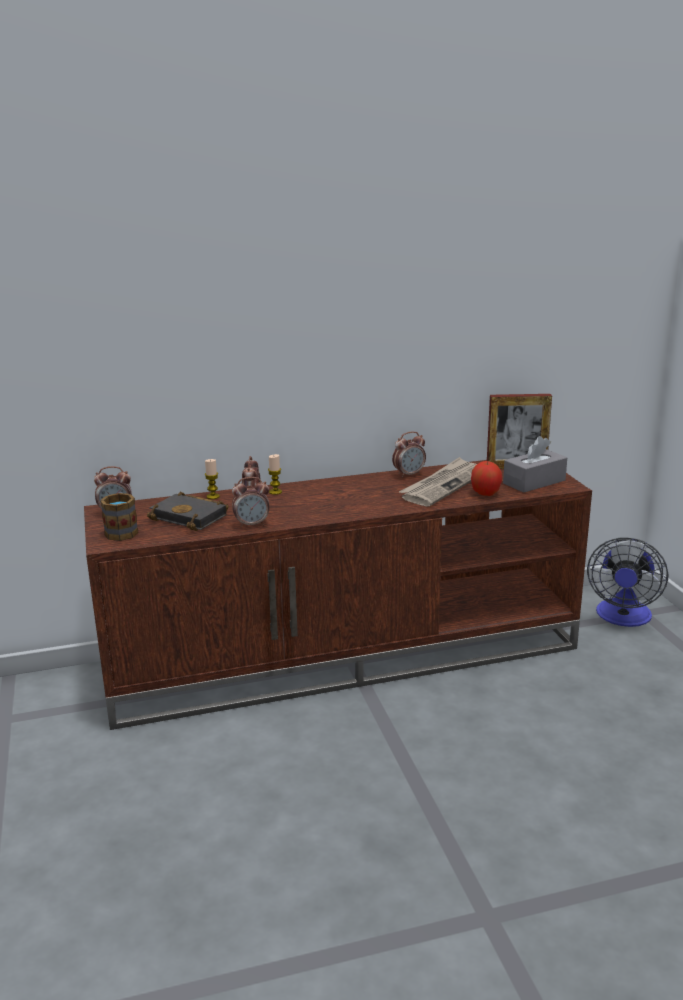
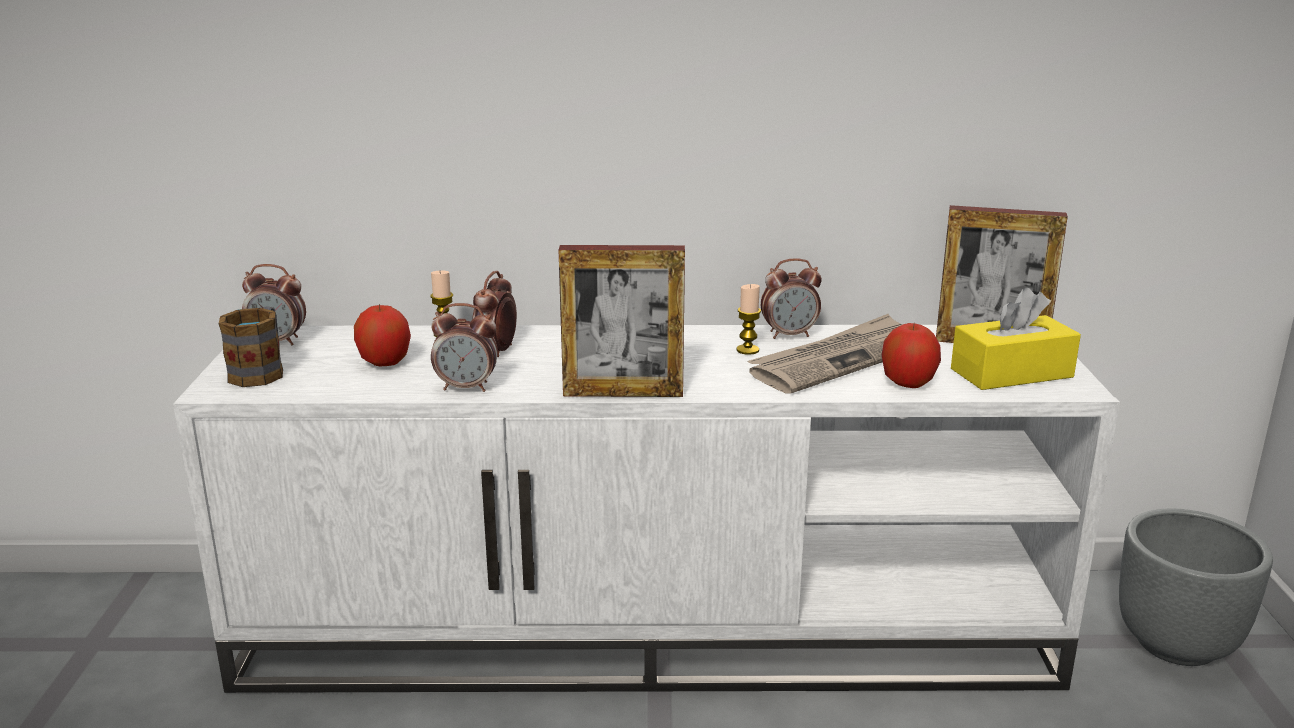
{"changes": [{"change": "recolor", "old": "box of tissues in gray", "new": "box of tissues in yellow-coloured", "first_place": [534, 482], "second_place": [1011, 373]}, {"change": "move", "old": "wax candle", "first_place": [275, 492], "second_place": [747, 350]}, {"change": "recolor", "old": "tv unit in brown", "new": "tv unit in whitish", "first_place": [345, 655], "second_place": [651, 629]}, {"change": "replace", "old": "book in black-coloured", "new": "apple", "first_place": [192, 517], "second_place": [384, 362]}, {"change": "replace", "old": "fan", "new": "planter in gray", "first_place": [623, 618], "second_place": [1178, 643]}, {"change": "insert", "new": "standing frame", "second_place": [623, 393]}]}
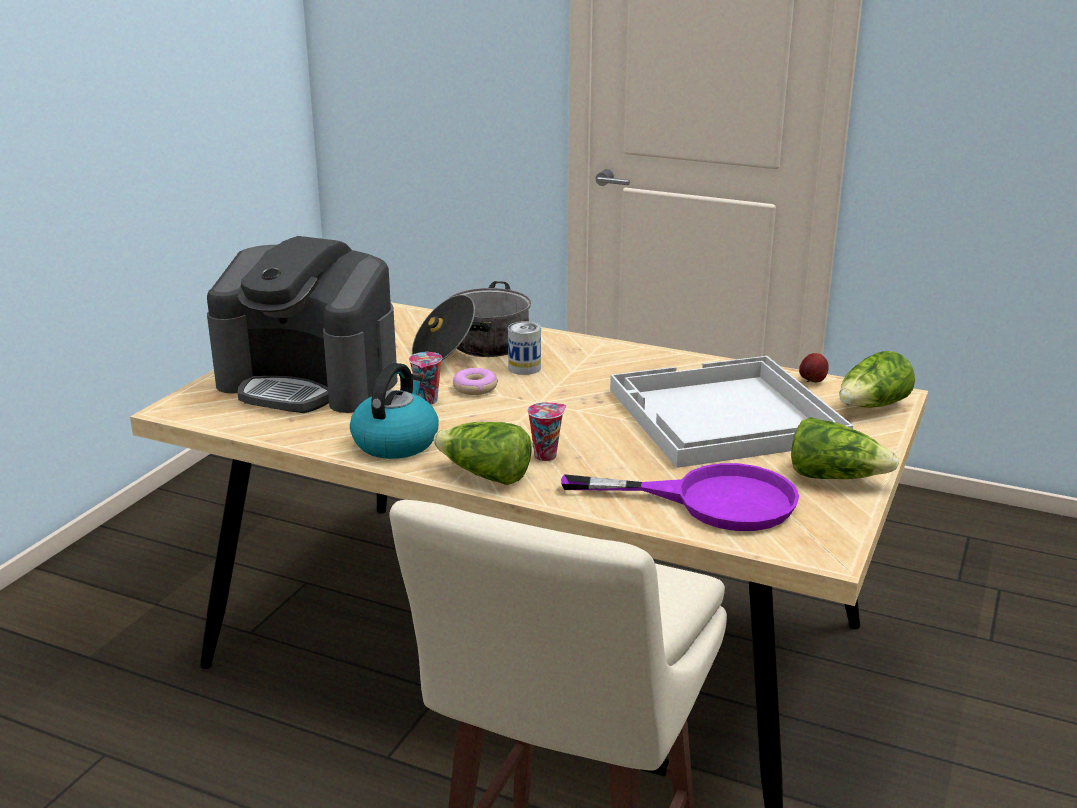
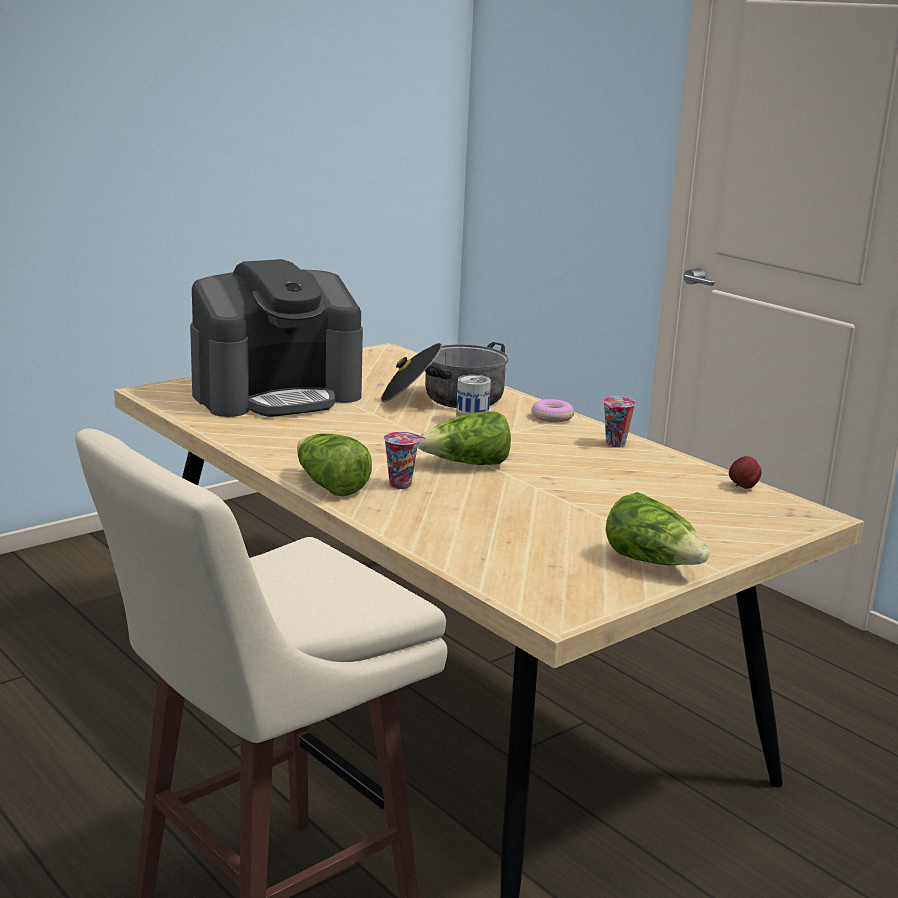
{"changes": [{"change": "rotate", "old": "coffee maker", "first_place": [310, 382], "second_place": [277, 394], "degrees": -75}, {"change": "move", "old": "lettuce head", "first_place": [872, 407], "second_place": [467, 464]}, {"change": "move", "old": "drinking cup", "first_place": [427, 401], "second_place": [615, 444]}, {"change": "delete", "old": "tray in whitish", "first_place": [724, 416]}, {"change": "delete", "old": "kettle", "first_place": [396, 442]}, {"change": "move", "old": "ring doughnut", "first_place": [475, 388], "second_place": [552, 417]}, {"change": "delete", "old": "frying pan in purple-coloured", "first_place": [711, 500]}]}
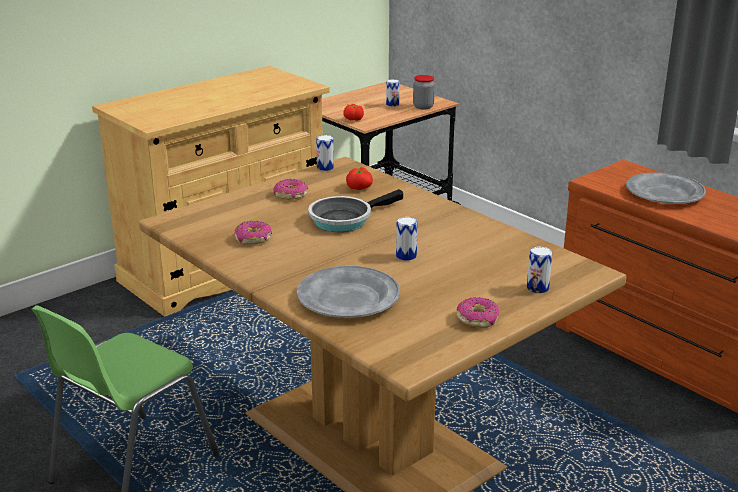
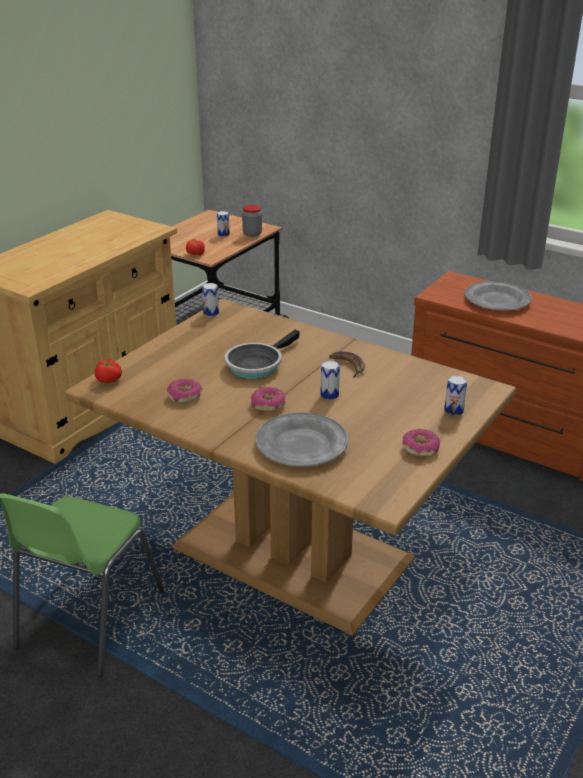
{"changes": [{"change": "move", "old": "whole tomato", "first_place": [360, 187], "second_place": [109, 379]}, {"change": "move", "old": "ring doughnut", "first_place": [291, 195], "second_place": [268, 404]}, {"change": "insert", "new": "banana fruit", "second_place": [347, 366]}]}
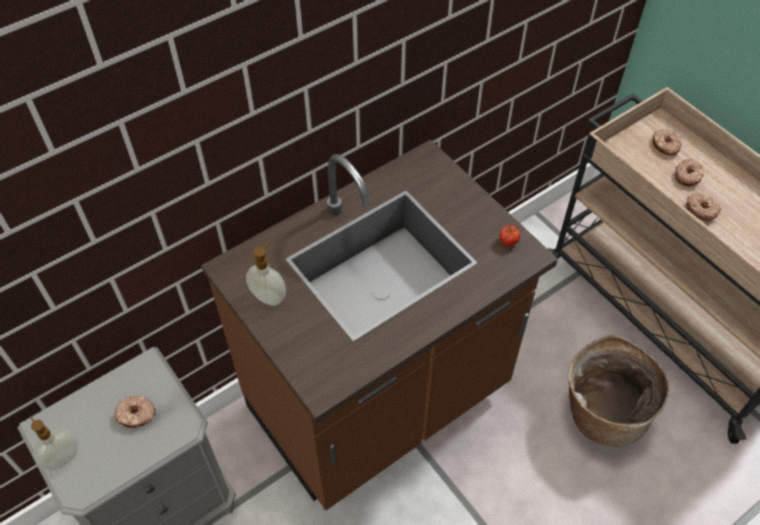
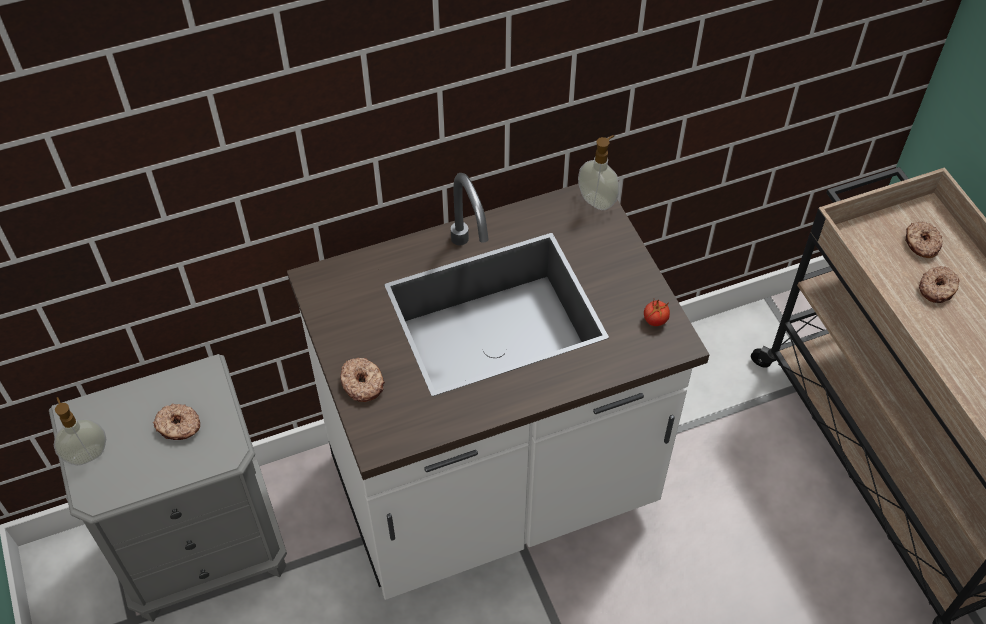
{"changes": [{"change": "recolor", "old": "counter in brown", "new": "counter in whitish", "first_place": [379, 402], "second_place": [493, 490]}, {"change": "move", "old": "ring doughnut", "first_place": [701, 210], "second_place": [363, 383]}, {"change": "move", "old": "soap bottle", "first_place": [269, 296], "second_place": [597, 200]}, {"change": "delete", "old": "household basket", "first_place": [602, 412]}]}
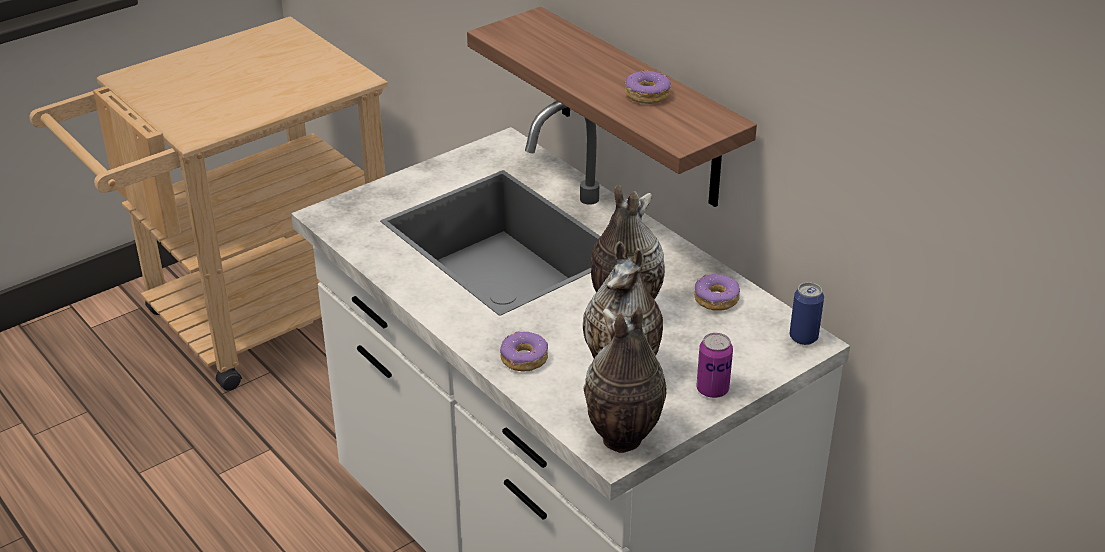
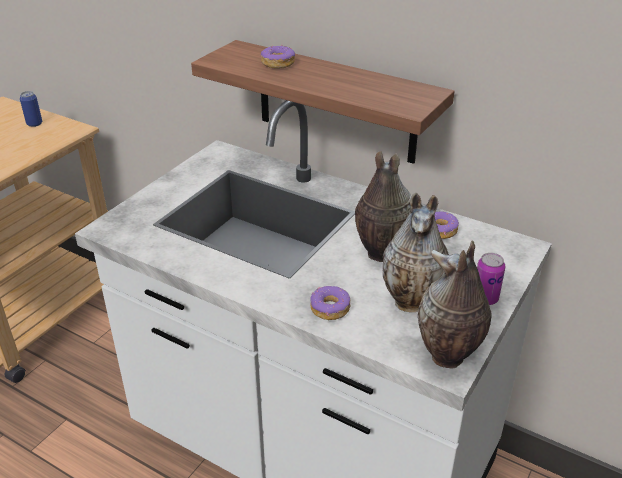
{"changes": [{"change": "move", "old": "ring doughnut", "first_place": [646, 95], "second_place": [277, 63]}, {"change": "move", "old": "sealed can", "first_place": [803, 337], "second_place": [34, 124]}]}
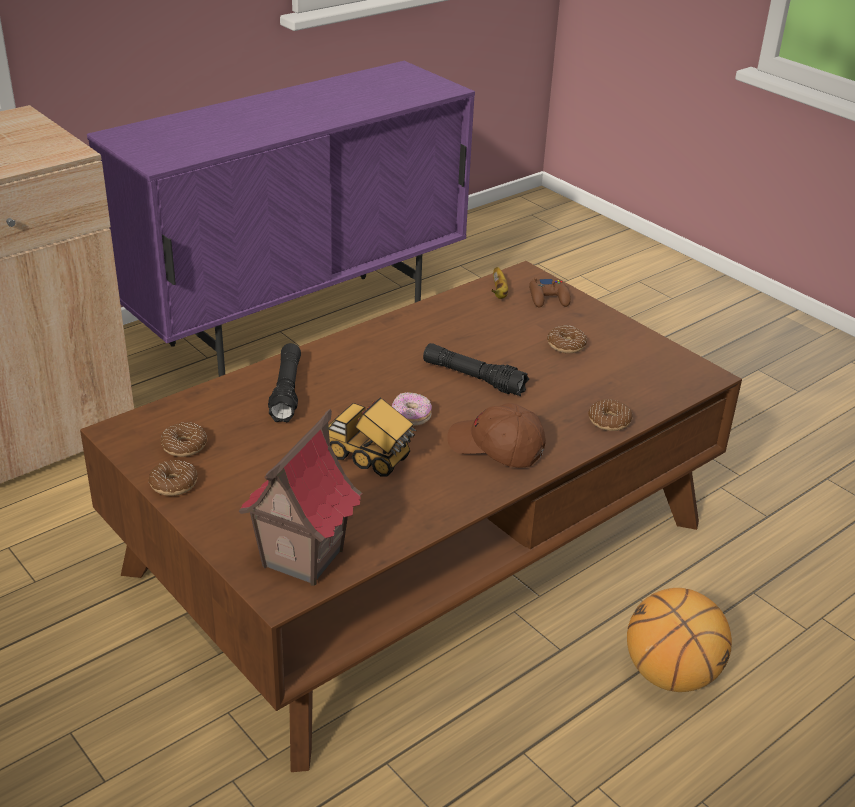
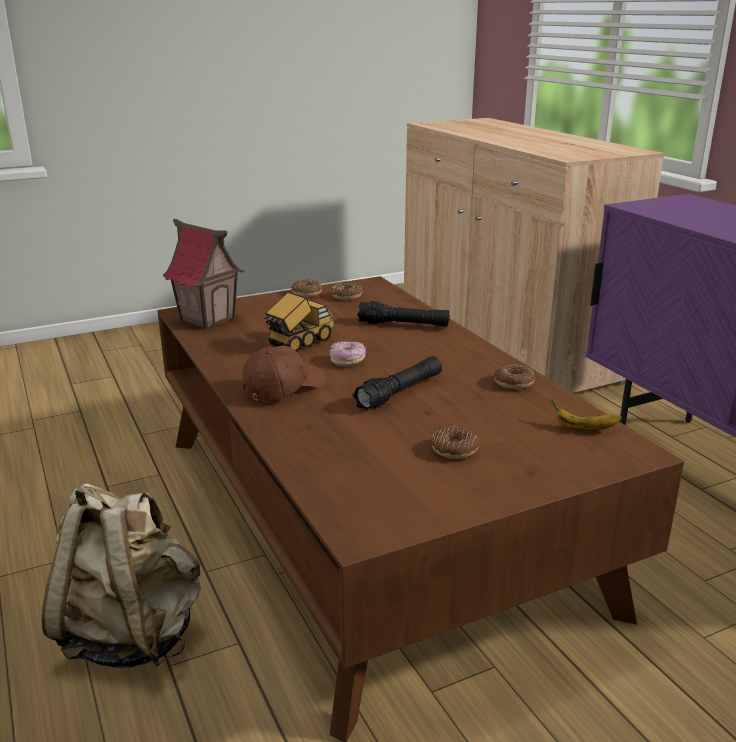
{"changes": [{"change": "delete", "old": "gamepad in brown", "first_place": [549, 298]}, {"change": "move", "old": "ring doughnut", "first_place": [609, 421], "second_place": [513, 383]}, {"change": "replace", "old": "basketball", "new": "knapsack in sand-coloured", "first_place": [670, 675], "second_place": [132, 634]}]}
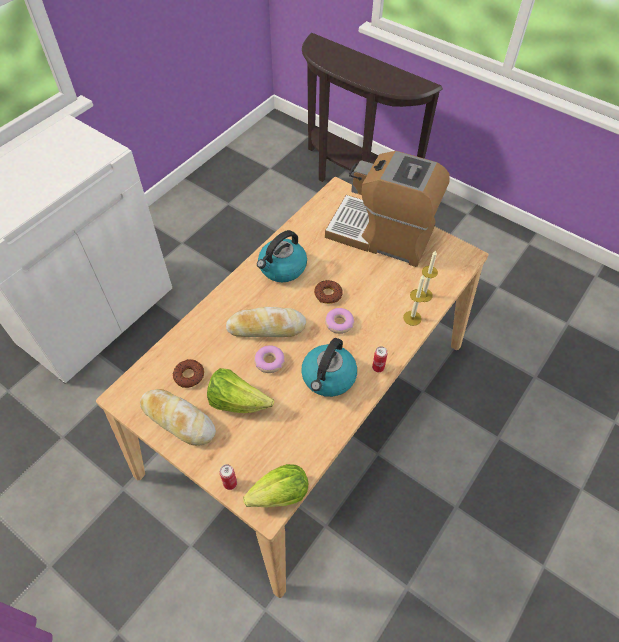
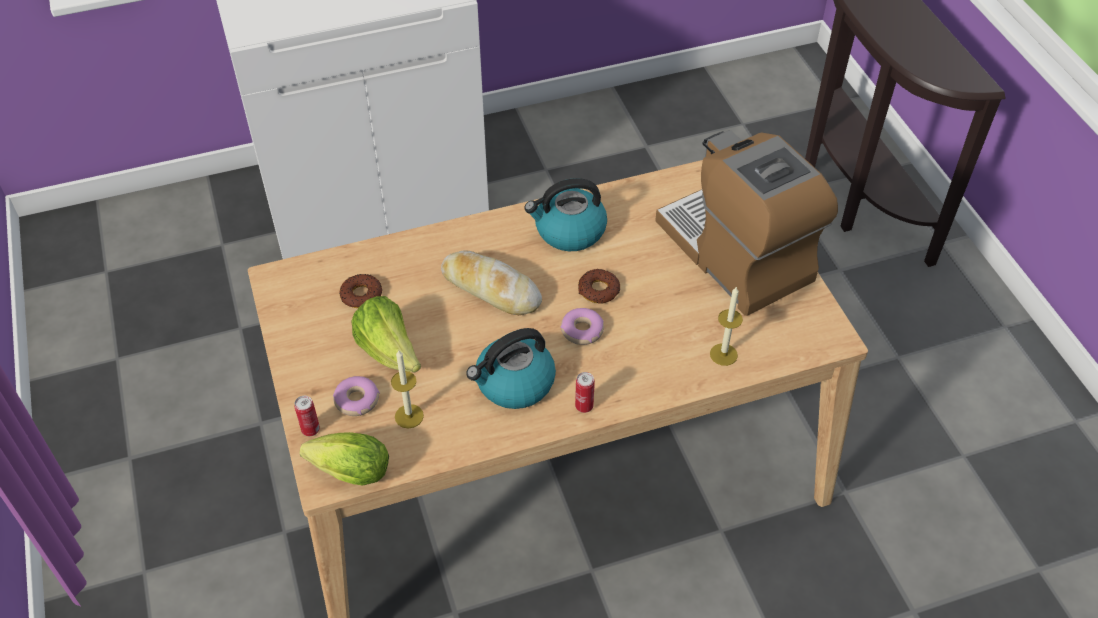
{"changes": [{"change": "move", "old": "wax candle", "first_place": [412, 318], "second_place": [409, 416]}, {"change": "move", "old": "ring doughnut", "first_place": [269, 361], "second_place": [357, 400]}, {"change": "delete", "old": "bakery bread", "first_place": [178, 419]}]}
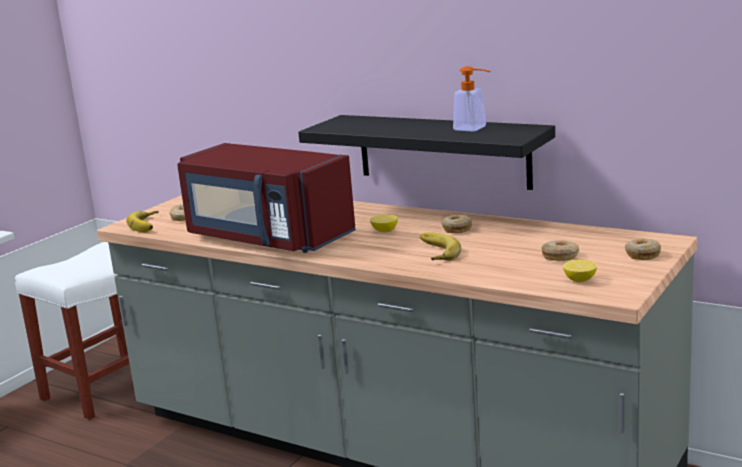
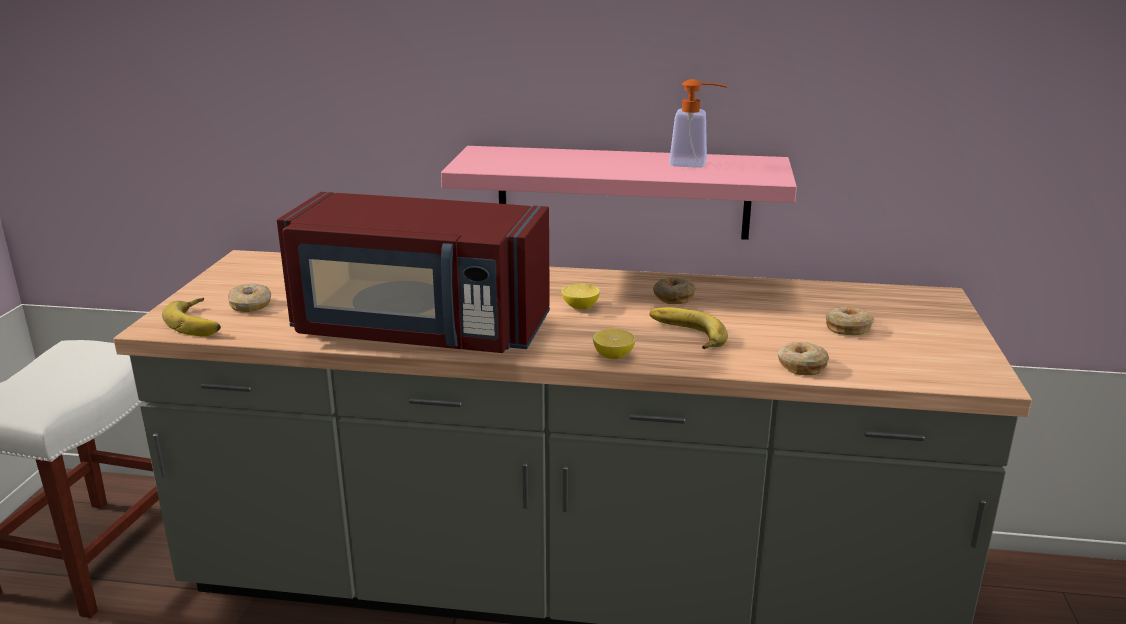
{"changes": [{"change": "recolor", "old": "bracket shelf in black-coloured", "new": "bracket shelf in pink", "first_place": [442, 151], "second_place": [623, 192]}, {"change": "move", "old": "ring doughnut", "first_place": [642, 255], "second_place": [801, 366]}, {"change": "move", "old": "citrus fruit", "first_place": [580, 280], "second_place": [613, 356]}]}
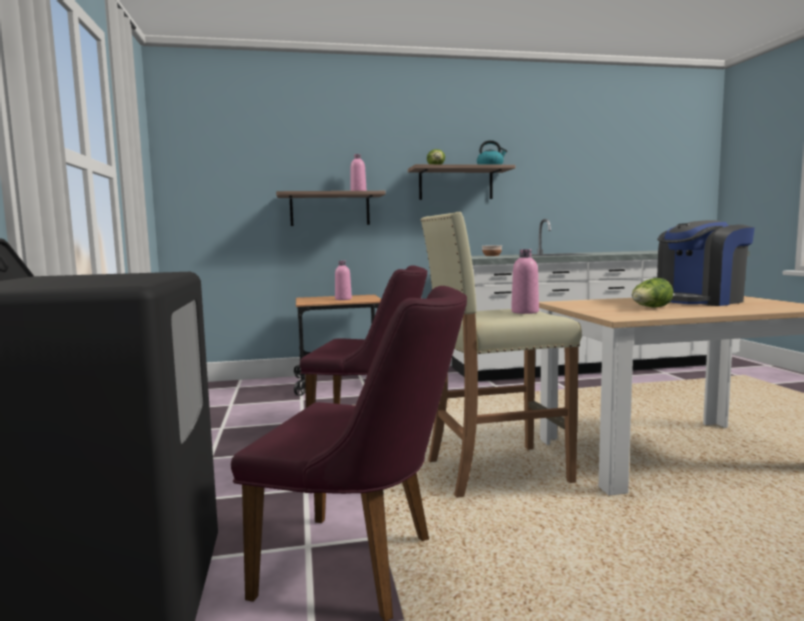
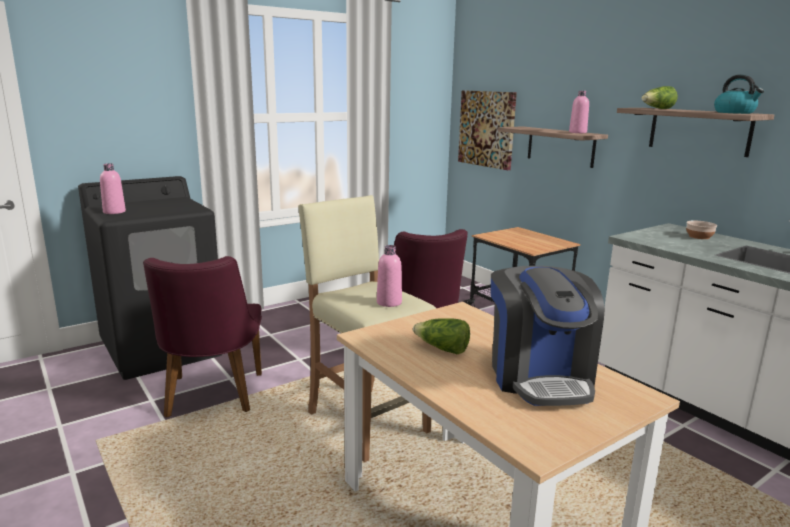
{"changes": [{"change": "rotate", "old": "coffee maker", "first_place": [698, 301], "second_place": [539, 376], "degrees": -135}, {"change": "move", "old": "drink bottle in pink", "first_place": [343, 299], "second_place": [114, 212]}, {"change": "insert", "new": "picture", "second_place": [487, 129]}]}
